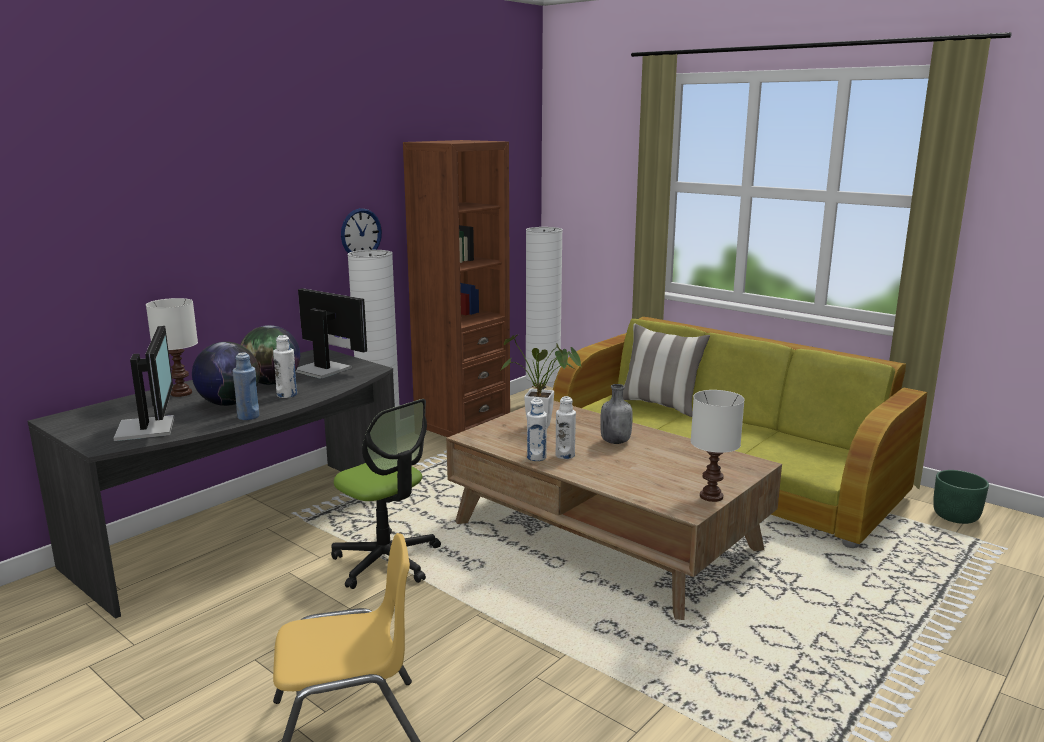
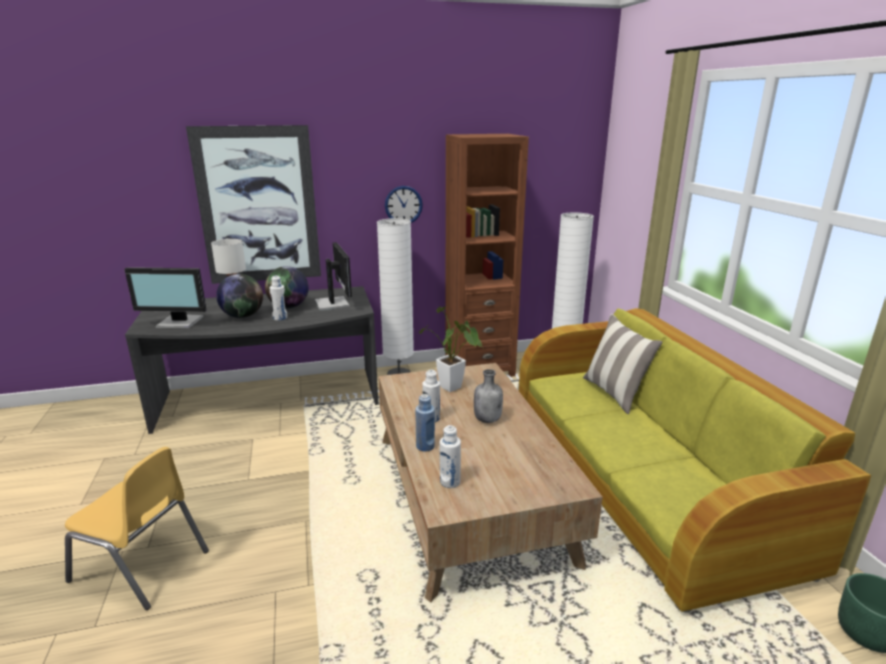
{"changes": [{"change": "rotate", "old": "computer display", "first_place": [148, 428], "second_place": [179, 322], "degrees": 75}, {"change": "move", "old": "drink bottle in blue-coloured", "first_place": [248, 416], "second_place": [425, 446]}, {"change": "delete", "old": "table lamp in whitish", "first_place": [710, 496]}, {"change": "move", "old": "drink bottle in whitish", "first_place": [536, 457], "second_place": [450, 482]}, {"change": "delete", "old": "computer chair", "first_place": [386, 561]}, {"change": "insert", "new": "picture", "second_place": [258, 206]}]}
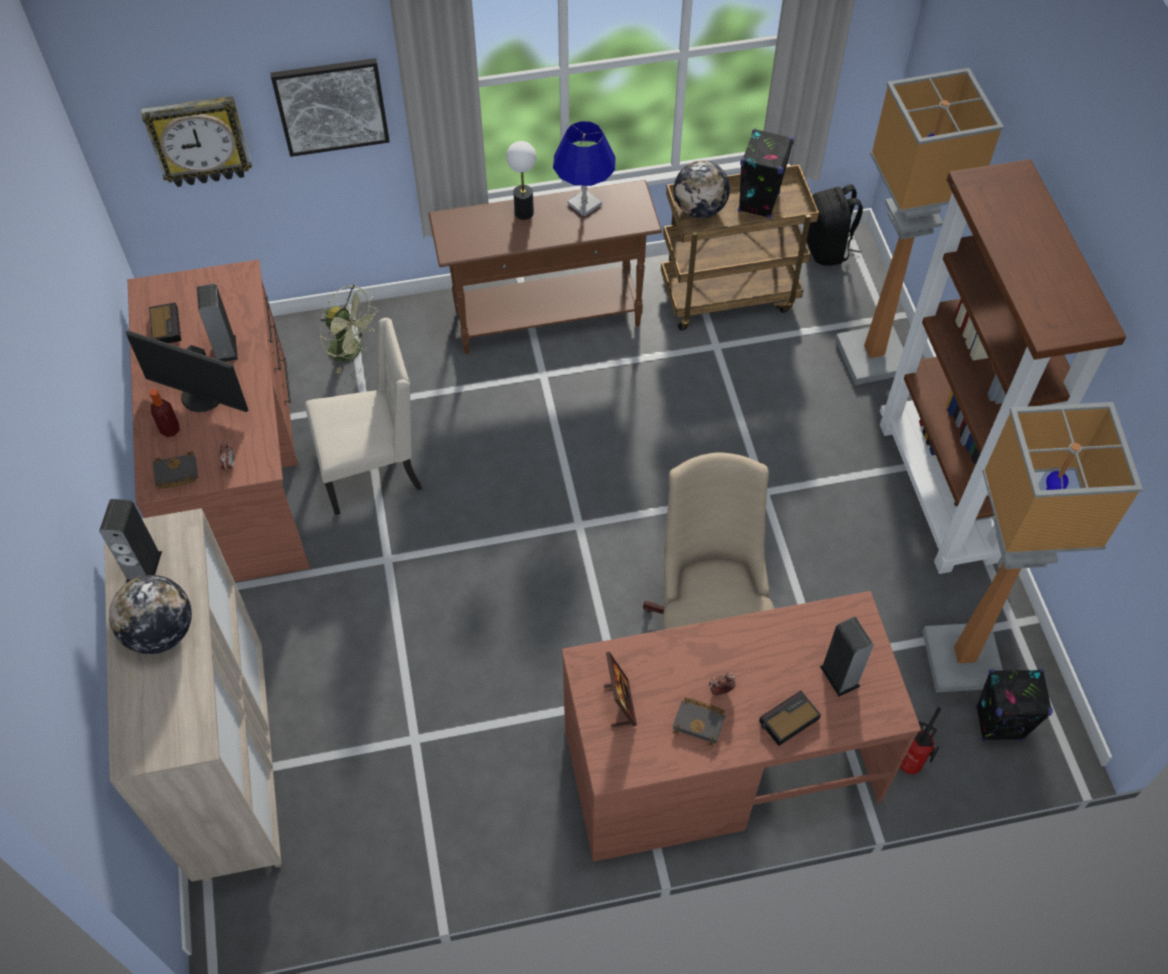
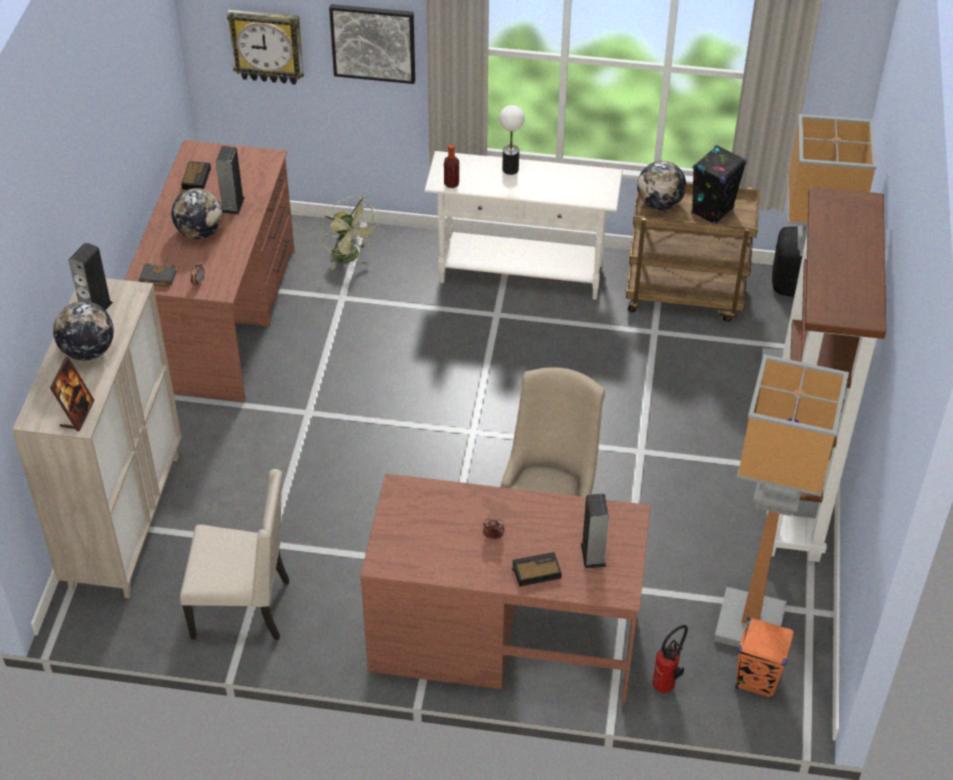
{"changes": [{"change": "delete", "old": "table lamp in blue-coloured", "first_place": [584, 204]}, {"change": "recolor", "old": "console table in brown", "new": "console table in whitish", "first_place": [548, 318], "second_place": [521, 274]}, {"change": "move", "old": "upright chair in sand-coloured", "first_place": [373, 470], "second_place": [244, 608]}, {"change": "replace", "old": "computer display", "new": "globe", "first_place": [201, 397], "second_place": [200, 232]}, {"change": "move", "old": "drink bottle", "first_place": [170, 430], "second_place": [451, 184]}, {"change": "move", "old": "standing frame", "first_place": [620, 704], "second_place": [77, 414]}, {"change": "recolor", "old": "audio speaker in black-coloured", "new": "audio speaker in orange", "first_place": [999, 723], "second_place": [757, 680]}, {"change": "delete", "old": "book in black-coloured", "first_place": [700, 722]}]}
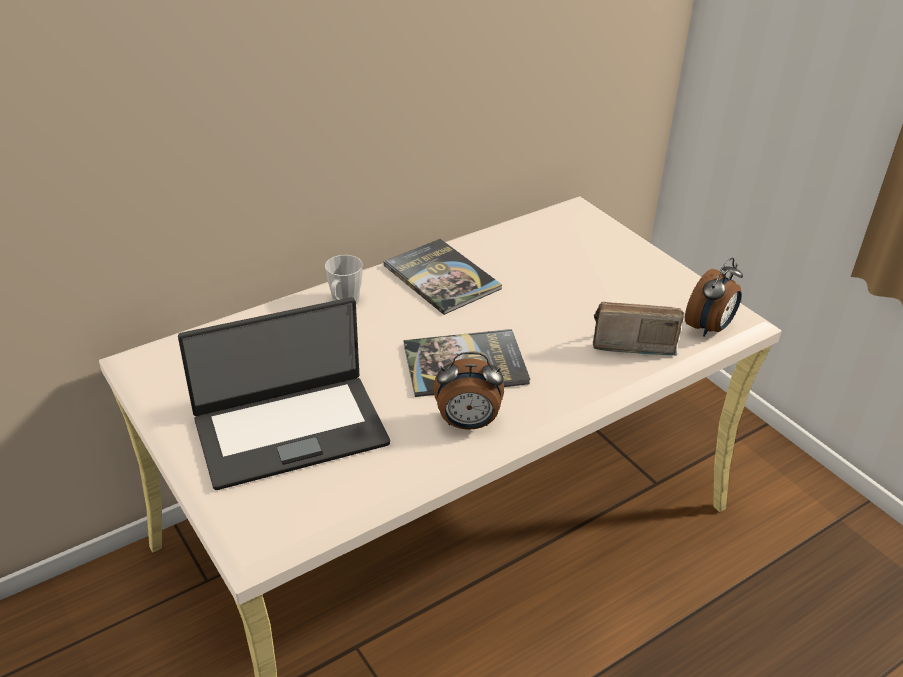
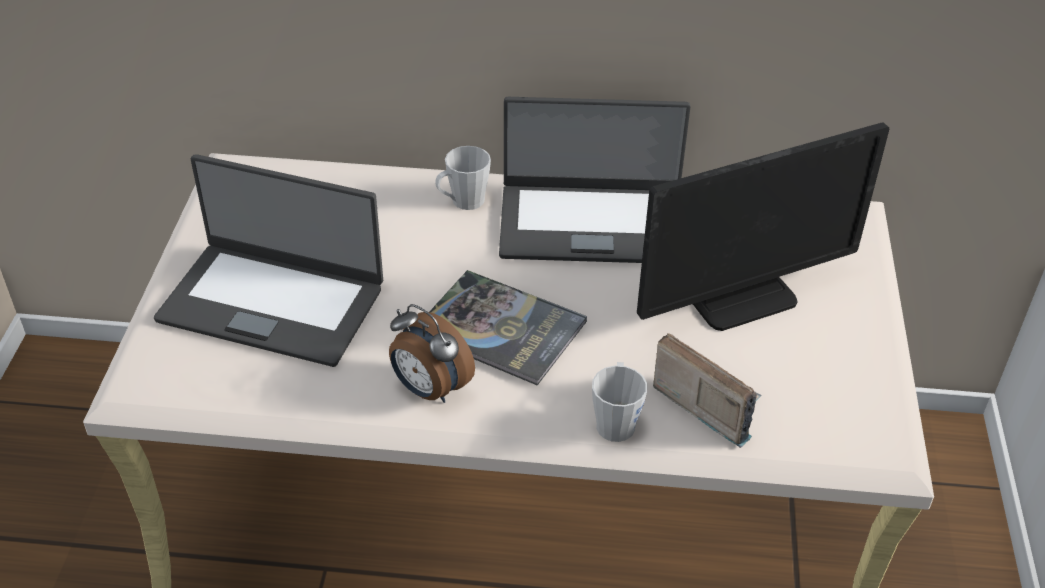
{"changes": [{"change": "replace", "old": "book", "new": "notebook computer", "first_place": [442, 277], "second_place": [591, 223]}, {"change": "delete", "old": "table clock", "first_place": [709, 328]}, {"change": "insert", "new": "computer display", "second_place": [741, 298]}, {"change": "insert", "new": "mug in gray", "second_place": [615, 420]}]}
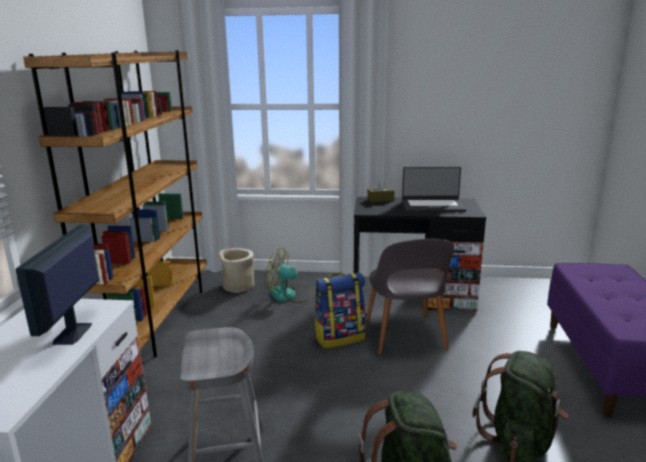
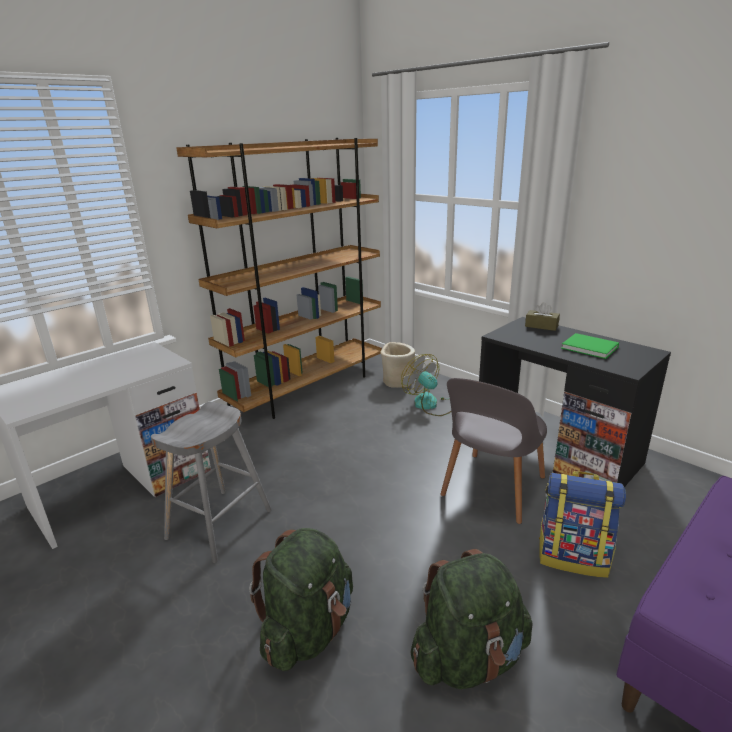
{"changes": [{"change": "replace", "old": "notebook computer", "new": "book in greenish", "first_place": [432, 206], "second_place": [591, 348]}, {"change": "delete", "old": "computer display", "first_place": [72, 334]}, {"change": "move", "old": "knapsack", "first_place": [340, 337], "second_place": [573, 557]}]}
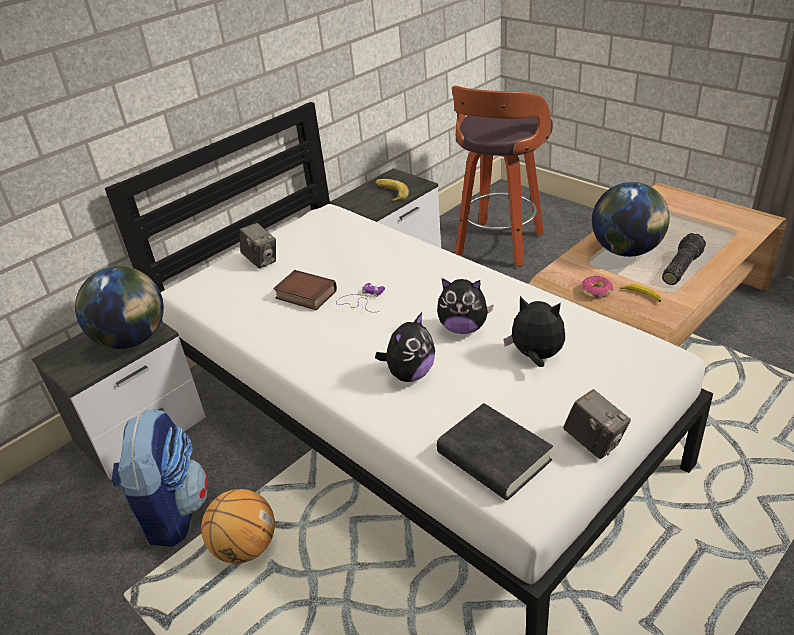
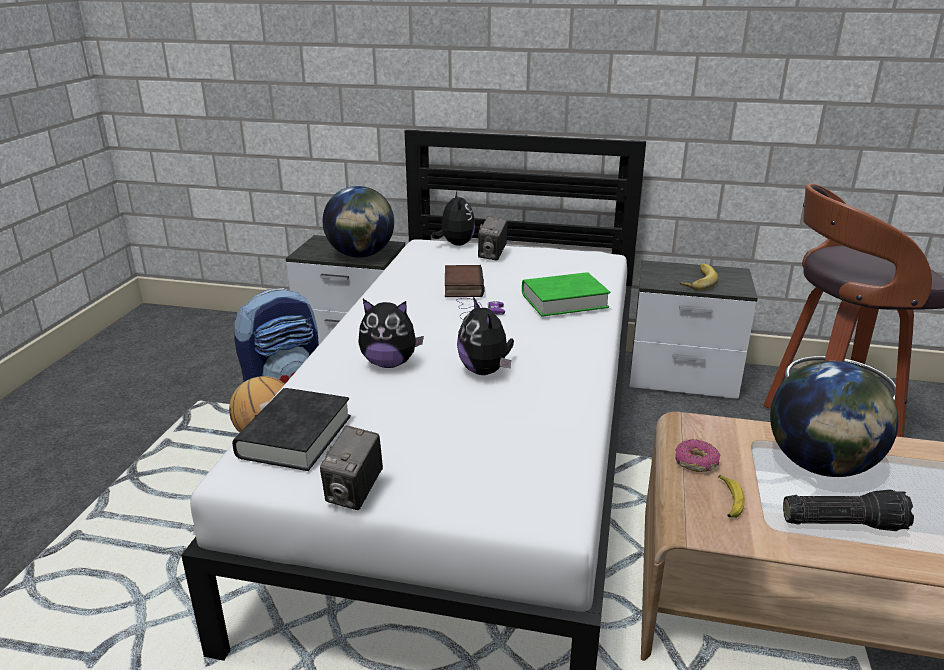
{"changes": [{"change": "move", "old": "cuddly toy", "first_place": [536, 356], "second_place": [455, 244]}, {"change": "insert", "new": "book in greenish", "second_place": [564, 301]}]}
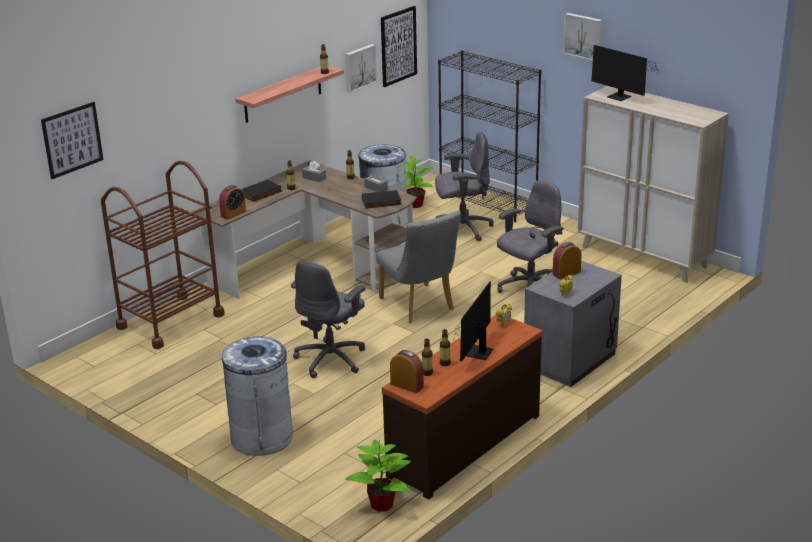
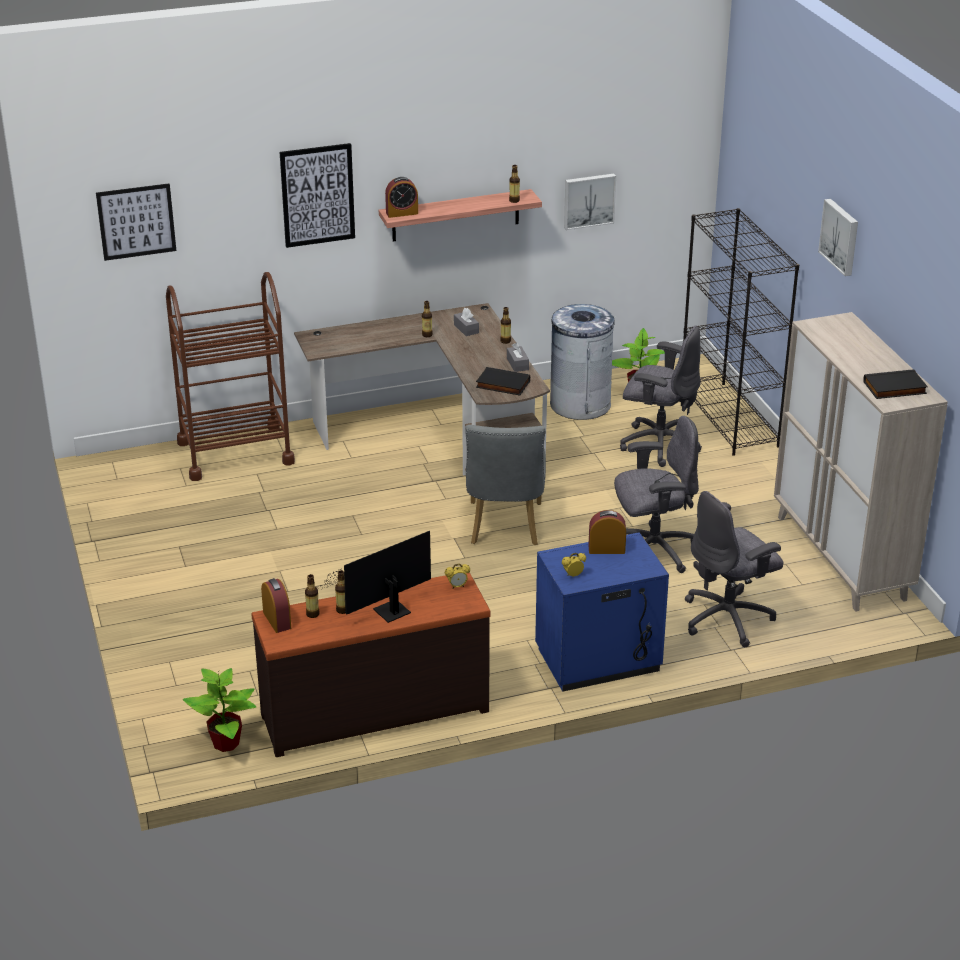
{"changes": [{"change": "move", "old": "picture", "first_place": [398, 46], "second_place": [317, 195]}, {"change": "delete", "old": "computer display", "first_place": [621, 98]}, {"change": "move", "old": "book in black-coloured", "first_place": [261, 193], "second_place": [894, 388]}, {"change": "move", "old": "table clock", "first_place": [233, 214], "second_place": [402, 213]}, {"change": "move", "old": "computer chair in gray", "first_place": [331, 359], "second_place": [728, 618]}, {"change": "recolor", "old": "bedside table in gray", "new": "bedside table in blue-coloured", "first_place": [571, 361], "second_place": [598, 660]}, {"change": "delete", "old": "trash can in gray", "first_place": [262, 437]}]}
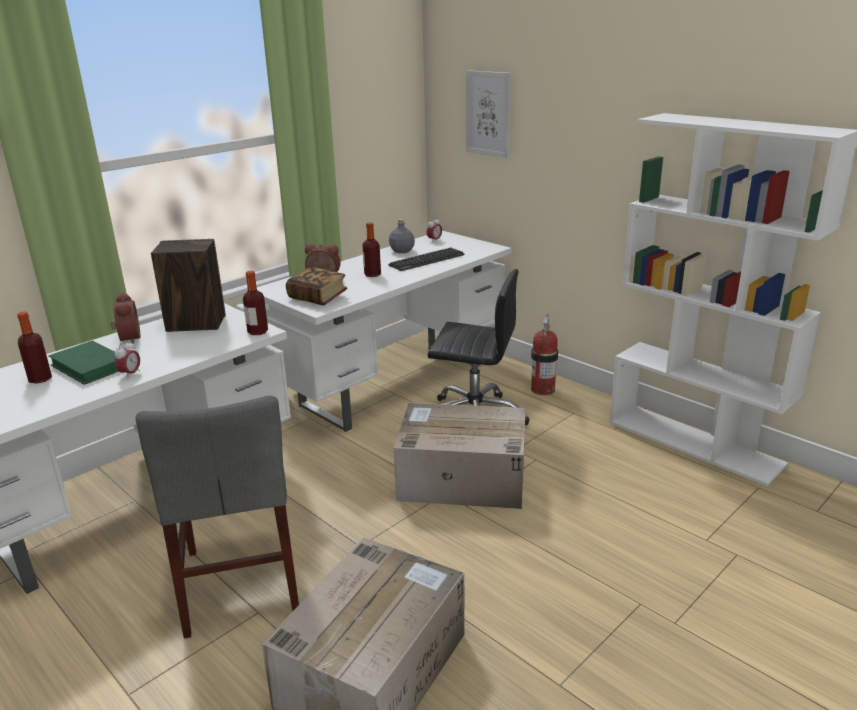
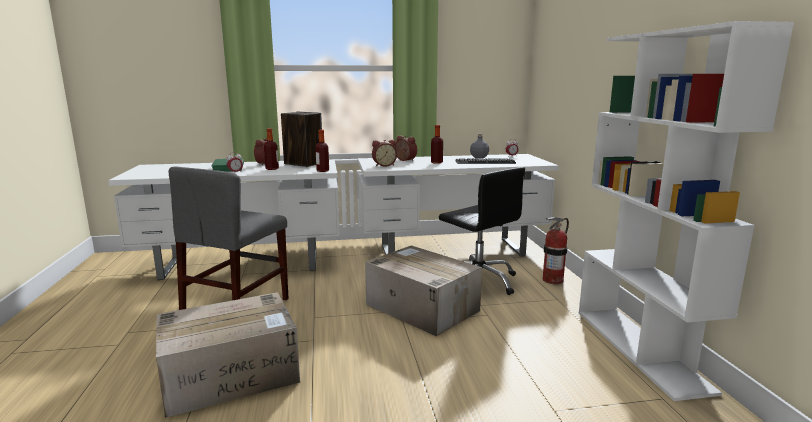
{"changes": [{"change": "delete", "old": "picture", "first_place": [488, 113]}, {"change": "replace", "old": "book", "new": "table clock", "first_place": [317, 297], "second_place": [384, 165]}, {"change": "move", "old": "drink bottle", "first_place": [40, 379], "second_place": [272, 169]}]}
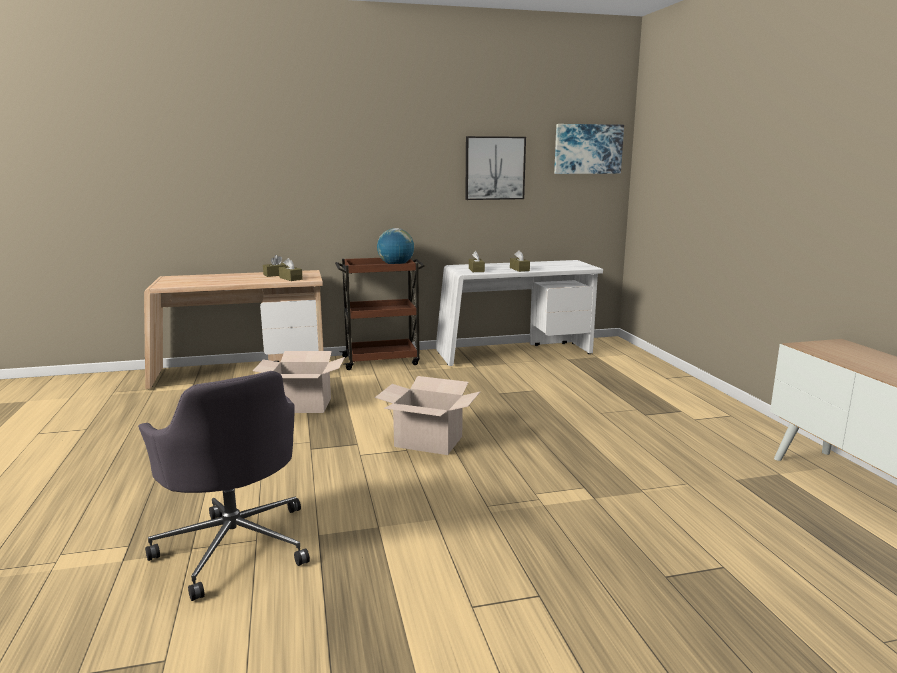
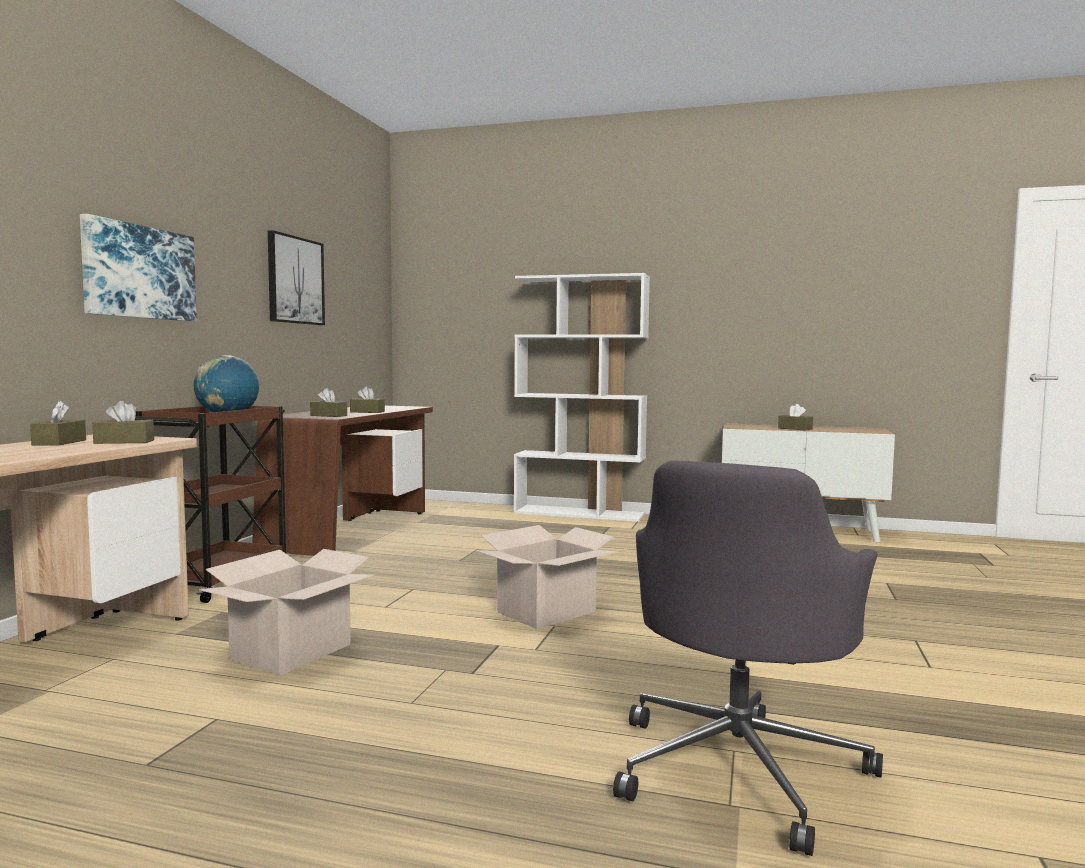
{"changes": [{"change": "move", "old": "picture", "first_place": [588, 149], "second_place": [139, 272]}, {"change": "recolor", "old": "desk in whitish", "new": "desk in brown", "first_place": [515, 353], "second_place": [353, 531]}, {"change": "rotate", "old": "computer chair in gray", "first_place": [235, 545], "second_place": [739, 767], "degrees": 120}, {"change": "insert", "new": "shelving unit in whitish", "second_place": [579, 513]}, {"change": "insert", "new": "box of tissues in brown", "second_place": [795, 429]}]}
